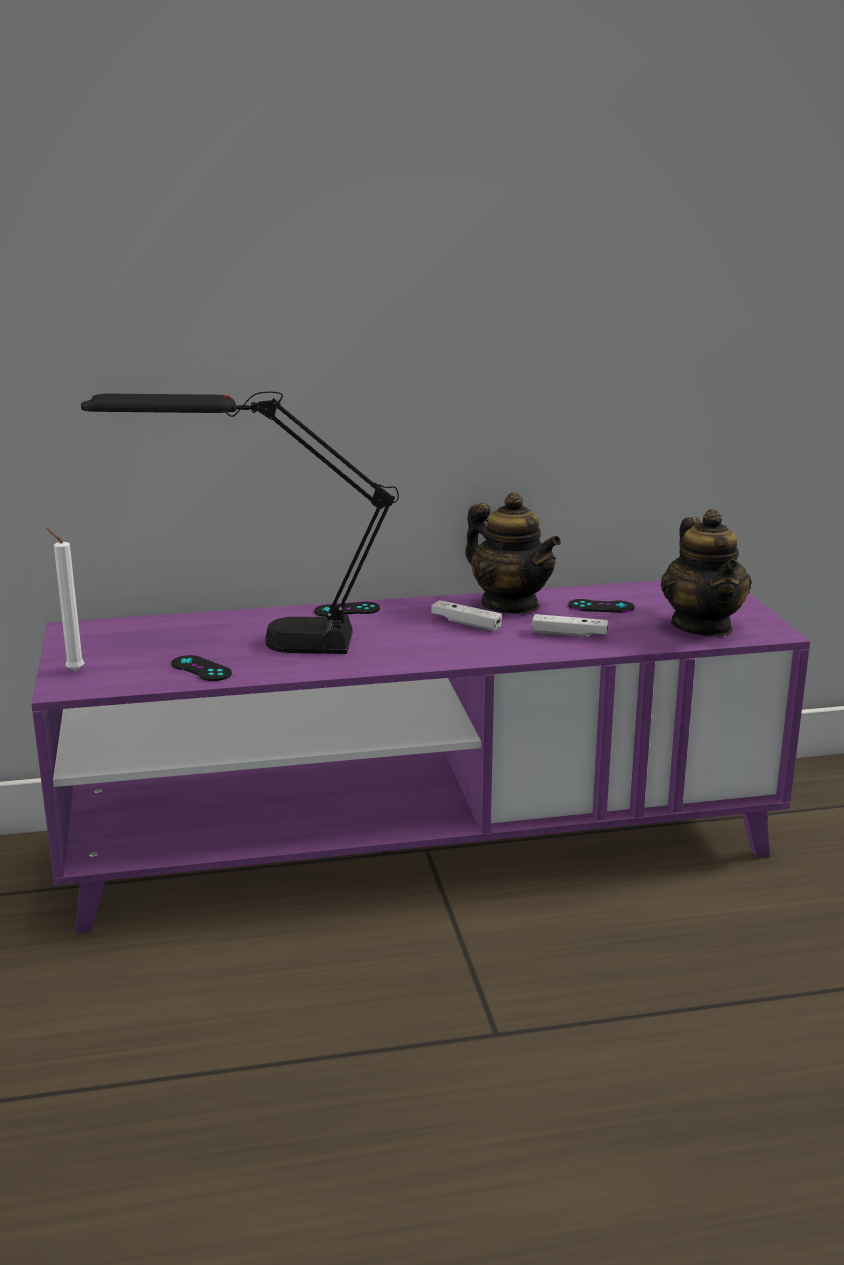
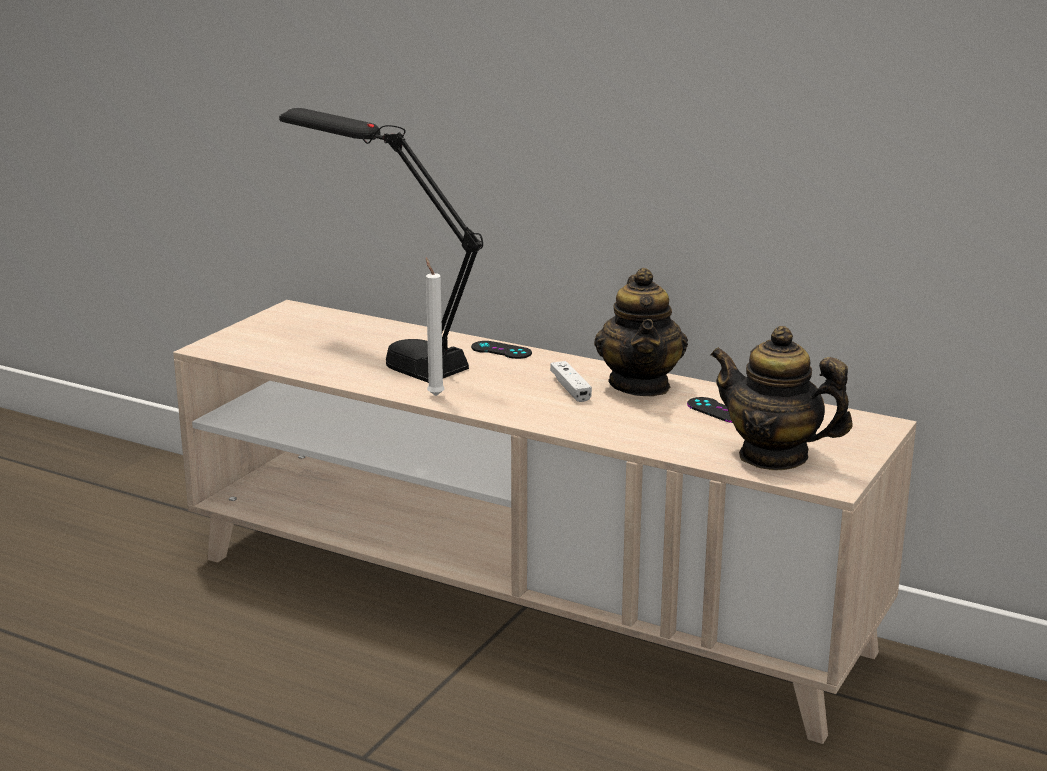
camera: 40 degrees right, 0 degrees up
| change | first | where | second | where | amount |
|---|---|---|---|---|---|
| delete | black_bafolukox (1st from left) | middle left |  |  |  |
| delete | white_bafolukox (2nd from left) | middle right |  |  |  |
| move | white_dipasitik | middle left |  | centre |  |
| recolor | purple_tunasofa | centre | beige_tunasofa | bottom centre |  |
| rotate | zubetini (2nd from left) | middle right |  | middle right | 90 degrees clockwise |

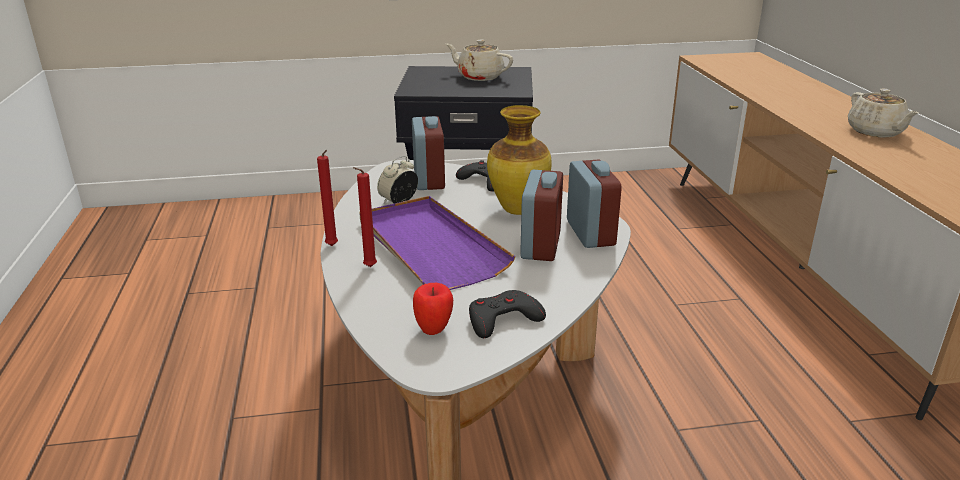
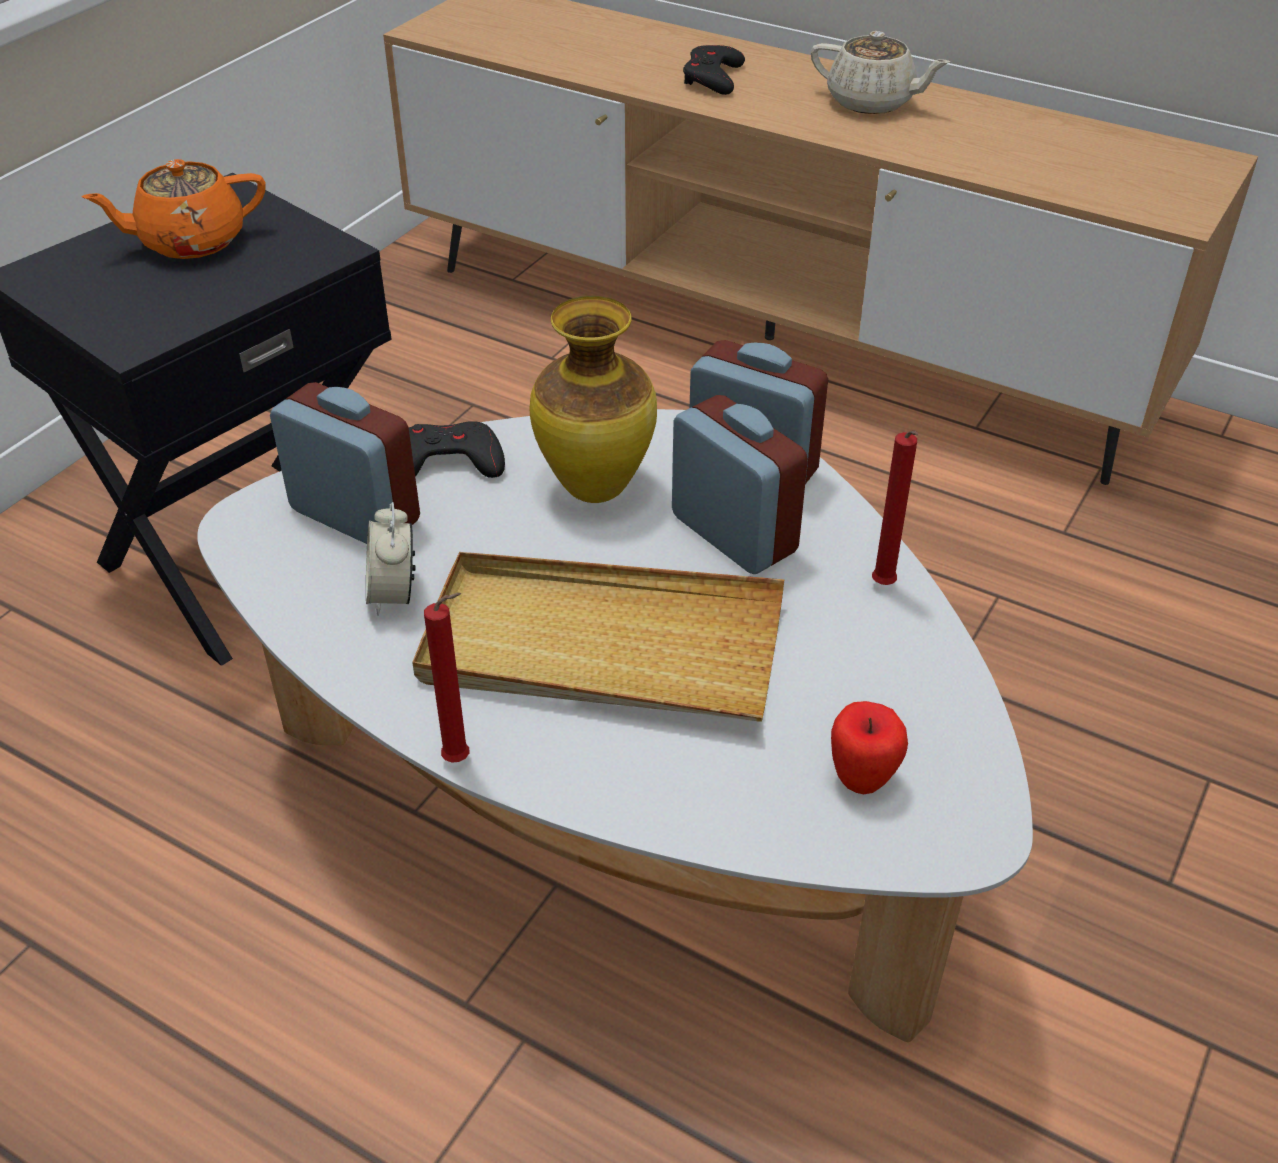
camera: 50 degrees left, 15 degrees up
| change | first | where | second | where | amount |
|---|---|---|---|---|---|
| move | red_dipasitik (2nd from left) | centre |  | middle right |  |
| move | black_bafolukox (2nd from left) | centre |  | top centre |  |
| recolor | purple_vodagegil | centre | beige_vodagegil | centre |  |
| recolor | beige_zubetini (1st from left) | top centre | orange_zubetini | top left |  |

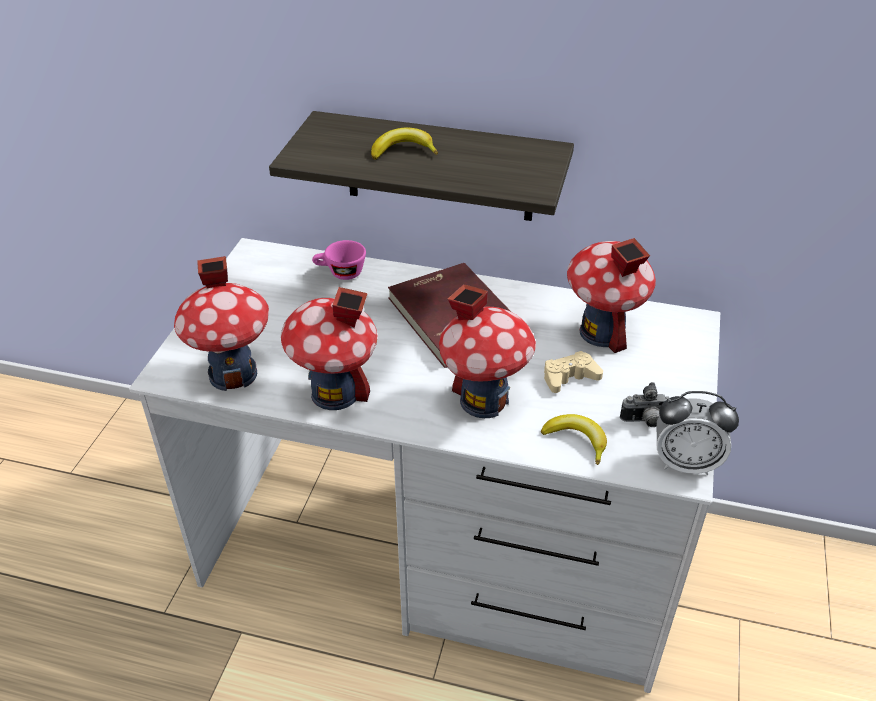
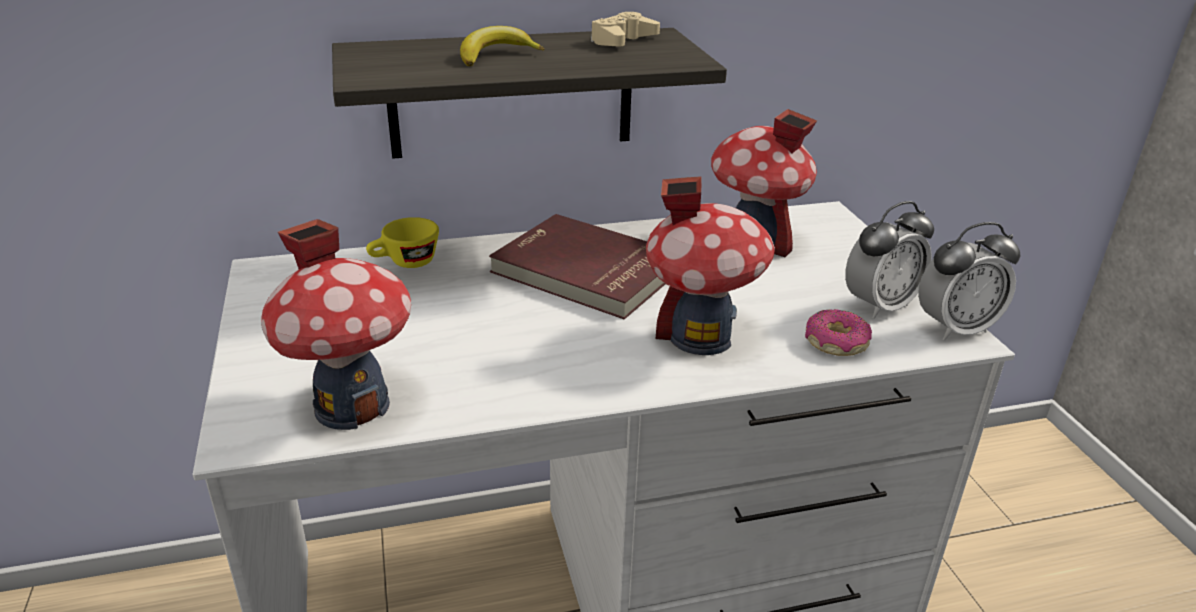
camera: 30 degrees left, 10 degrees down
| change | first | where | second | where | amount |
|---|---|---|---|---|---|
| delete | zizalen (2nd from left) | centre |  |  |  |
| move | beige_bafolukox | centre |  | top centre |  |
| replace | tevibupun (2nd from left) | centre | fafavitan | middle right |  |
| replace | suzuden | middle right | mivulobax (1st from left) | middle right |  |
| recolor | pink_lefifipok | centre | yellow_lefifipok | centre |  |

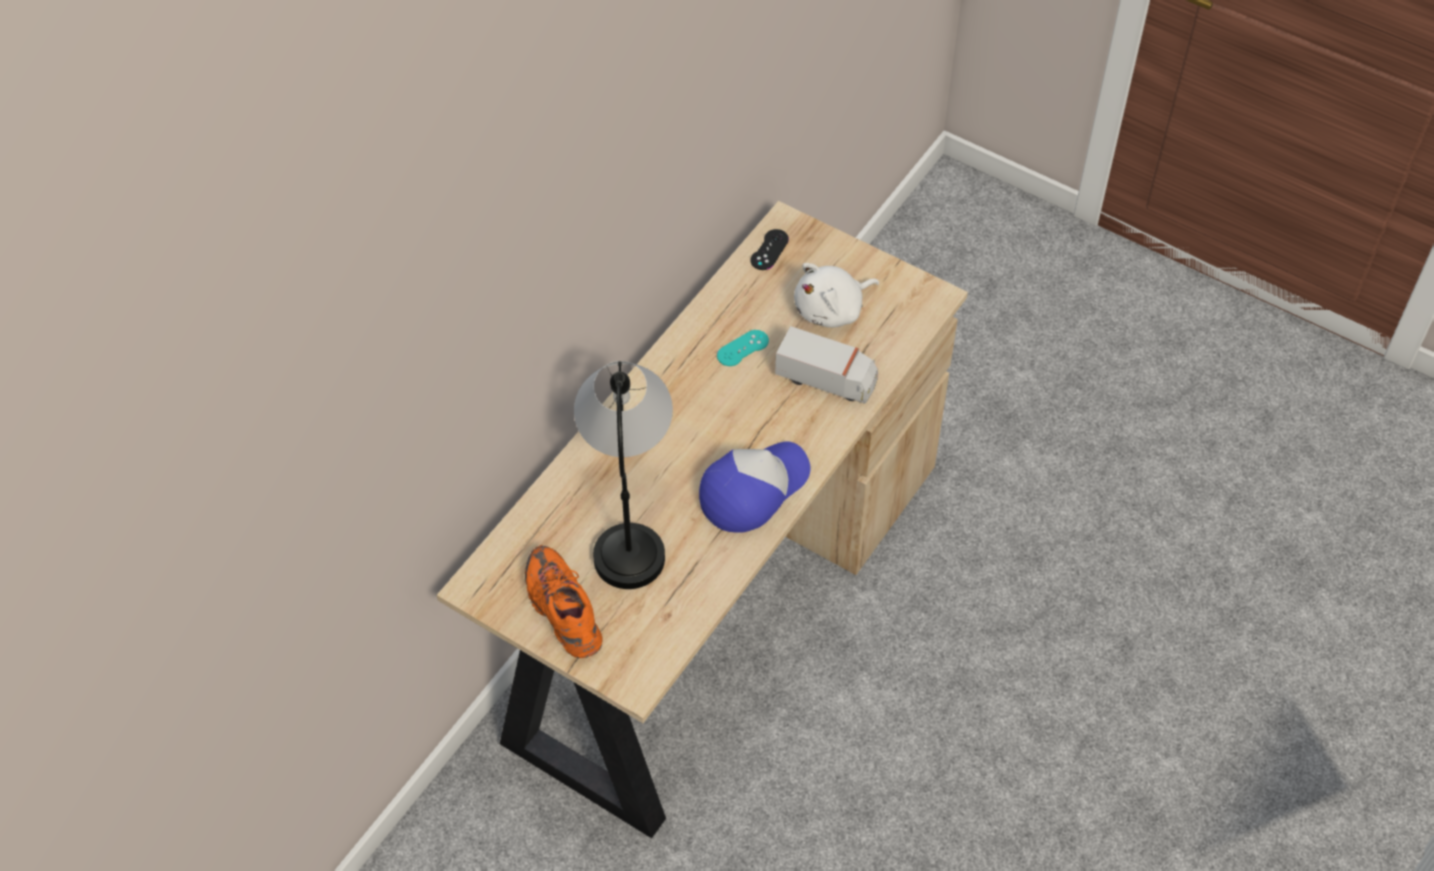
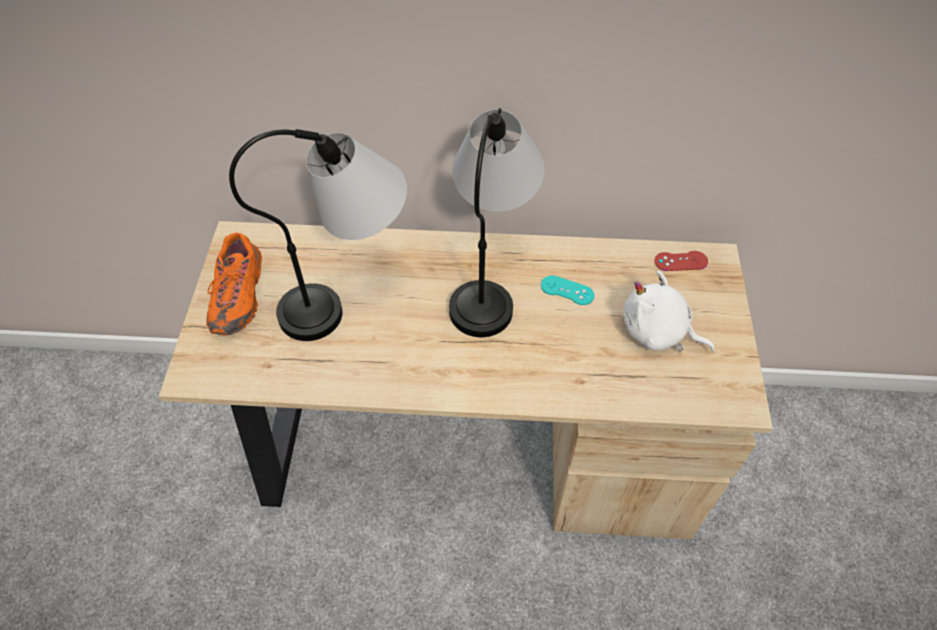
camera: 60 degrees right, 0 degrees up
| change | first | where | second | where | amount |
|---|---|---|---|---|---|
| delete | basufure | centre |  |  |  |
| delete | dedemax | centre |  |  |  |
| insert |  |  | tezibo (2nd from left) | centre |  |
| recolor | black_bafolukox | top centre | red_bafolukox | middle right |  |
| rotate | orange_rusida | bottom centre |  | middle left | 150 degrees clockwise |

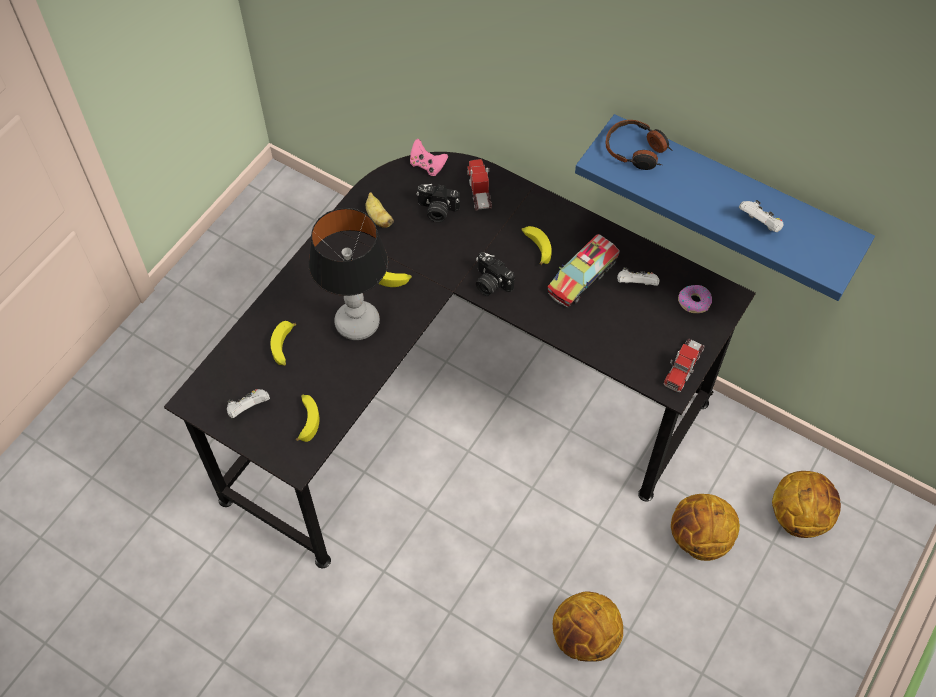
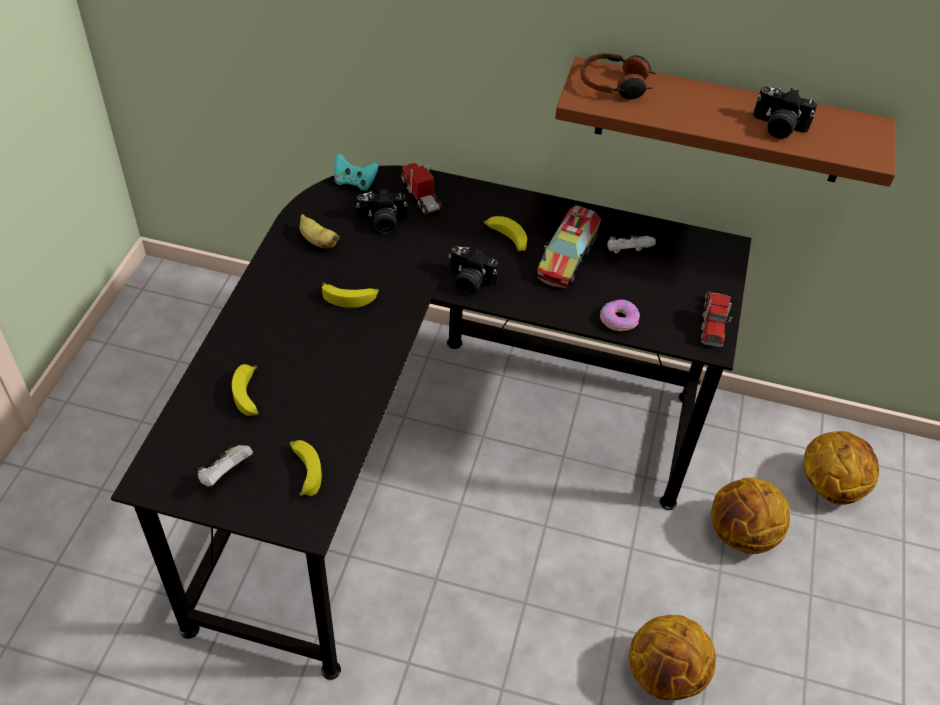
camera: 20 degrees left, 10 degrees down
| change | first | where | second | where | amount |
|---|---|---|---|---|---|
| delete | tezibo | centre |  |  |  |
| move | fafavitan | middle right |  | centre |  |
| replace | white_bafolukox (3rd from left) | top right | suzuden (3rd from left) | top right |  |
| recolor | pink_bafolukox | top centre | turquoise_bafolukox | top centre |  |
| recolor | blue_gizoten | top right | brown_gizoten | top right |  |

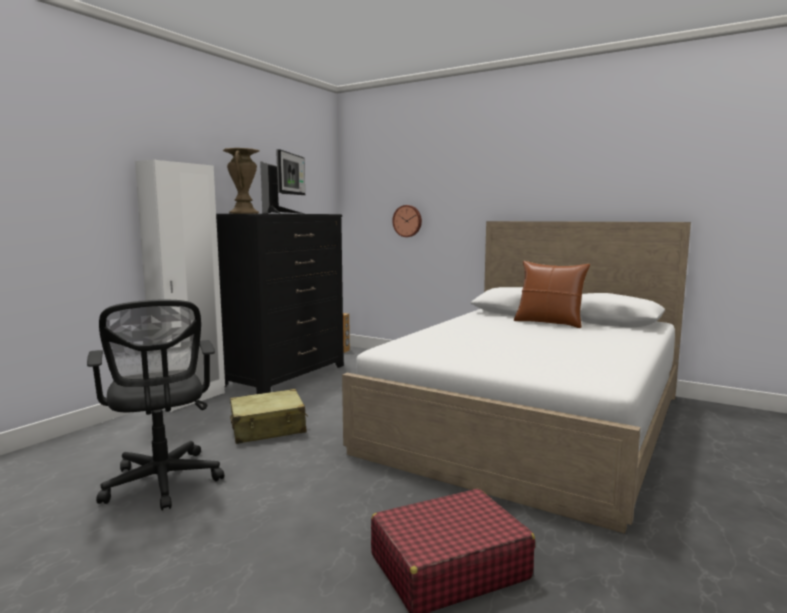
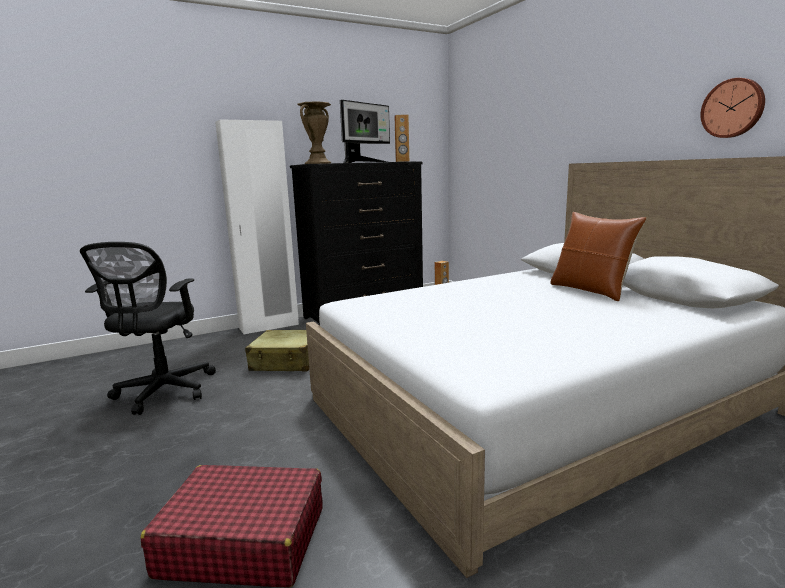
camera: 30 degrees right, 5 degrees up
| change | first | where | second | where | amount |
|---|---|---|---|---|---|
| insert |  |  | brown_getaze (1st from left) | top centre |  |
| move | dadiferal | centre |  | top right |  |

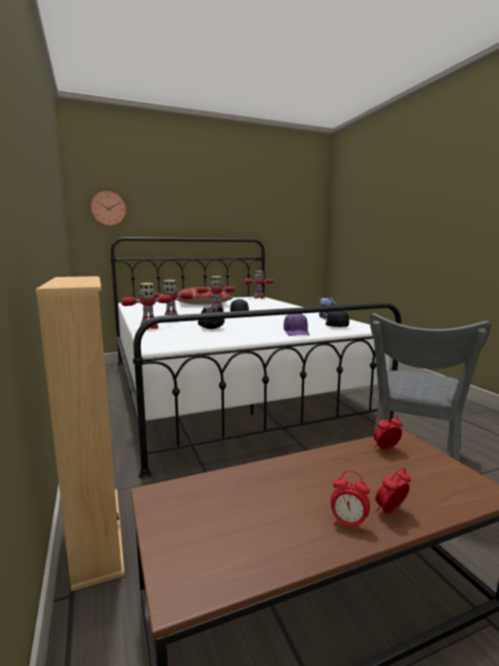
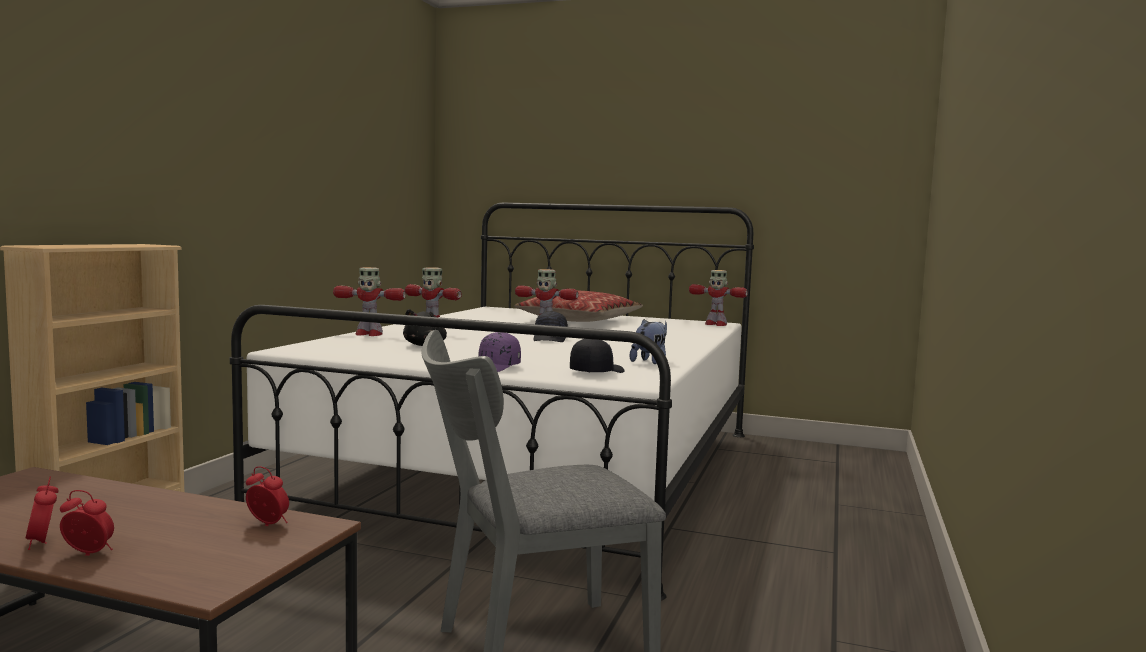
camera: 40 degrees right, 5 degrees down
| change | first | where | second | where | amount |
|---|---|---|---|---|---|
| delete | dadiferal | top left |  |  |  |

